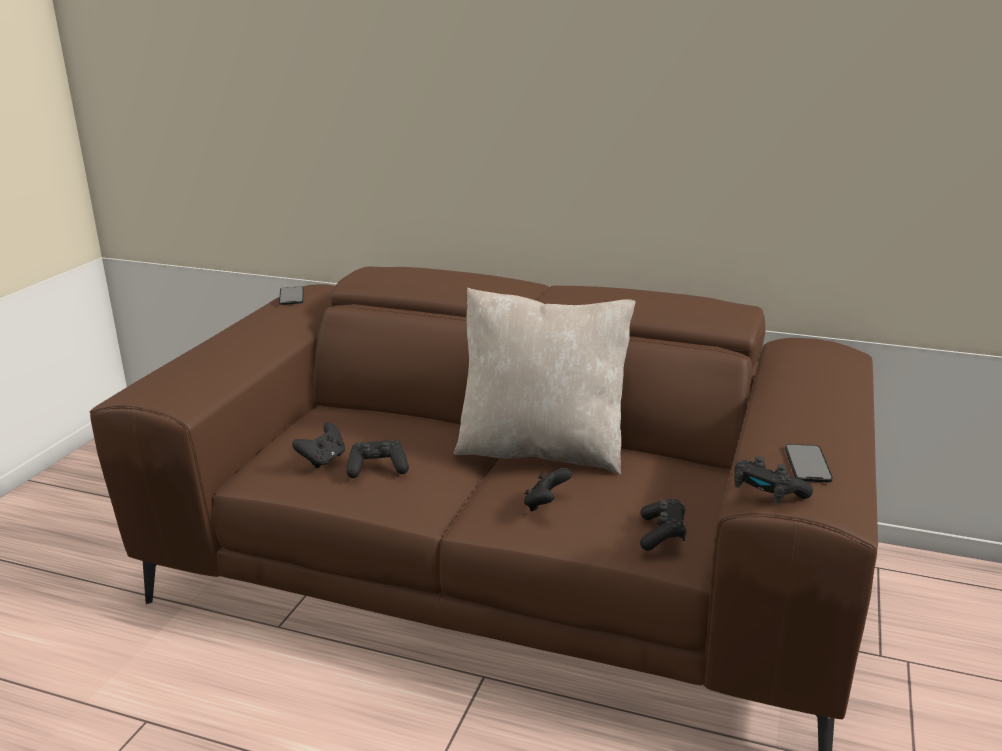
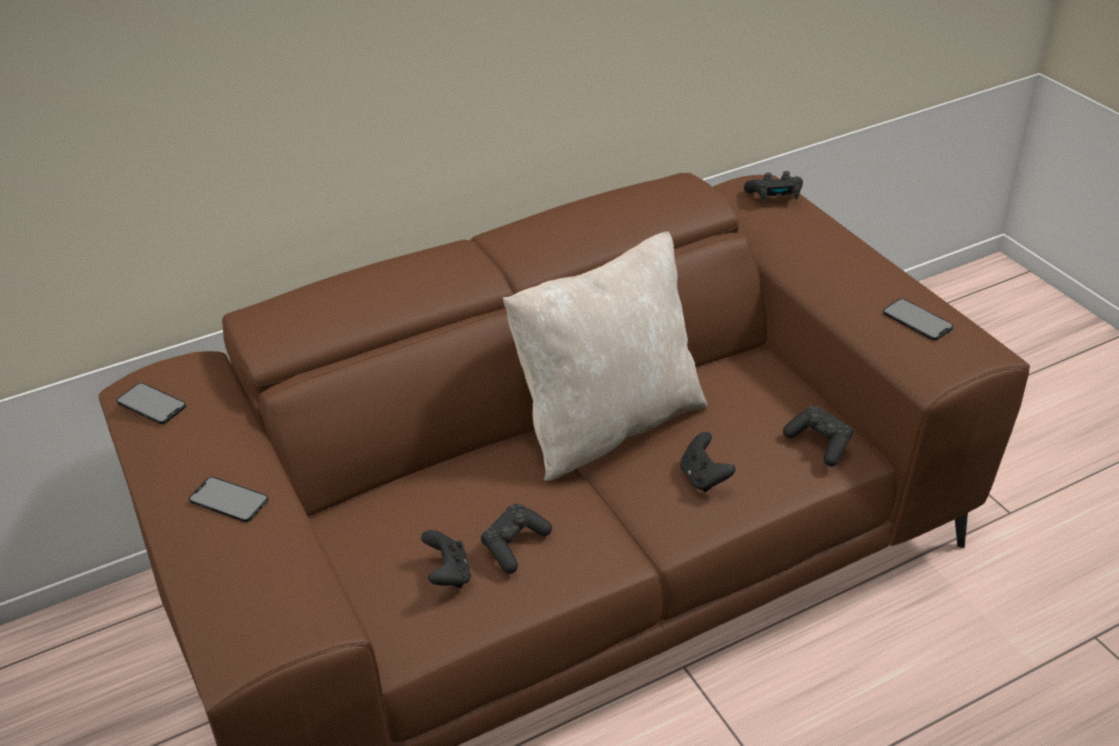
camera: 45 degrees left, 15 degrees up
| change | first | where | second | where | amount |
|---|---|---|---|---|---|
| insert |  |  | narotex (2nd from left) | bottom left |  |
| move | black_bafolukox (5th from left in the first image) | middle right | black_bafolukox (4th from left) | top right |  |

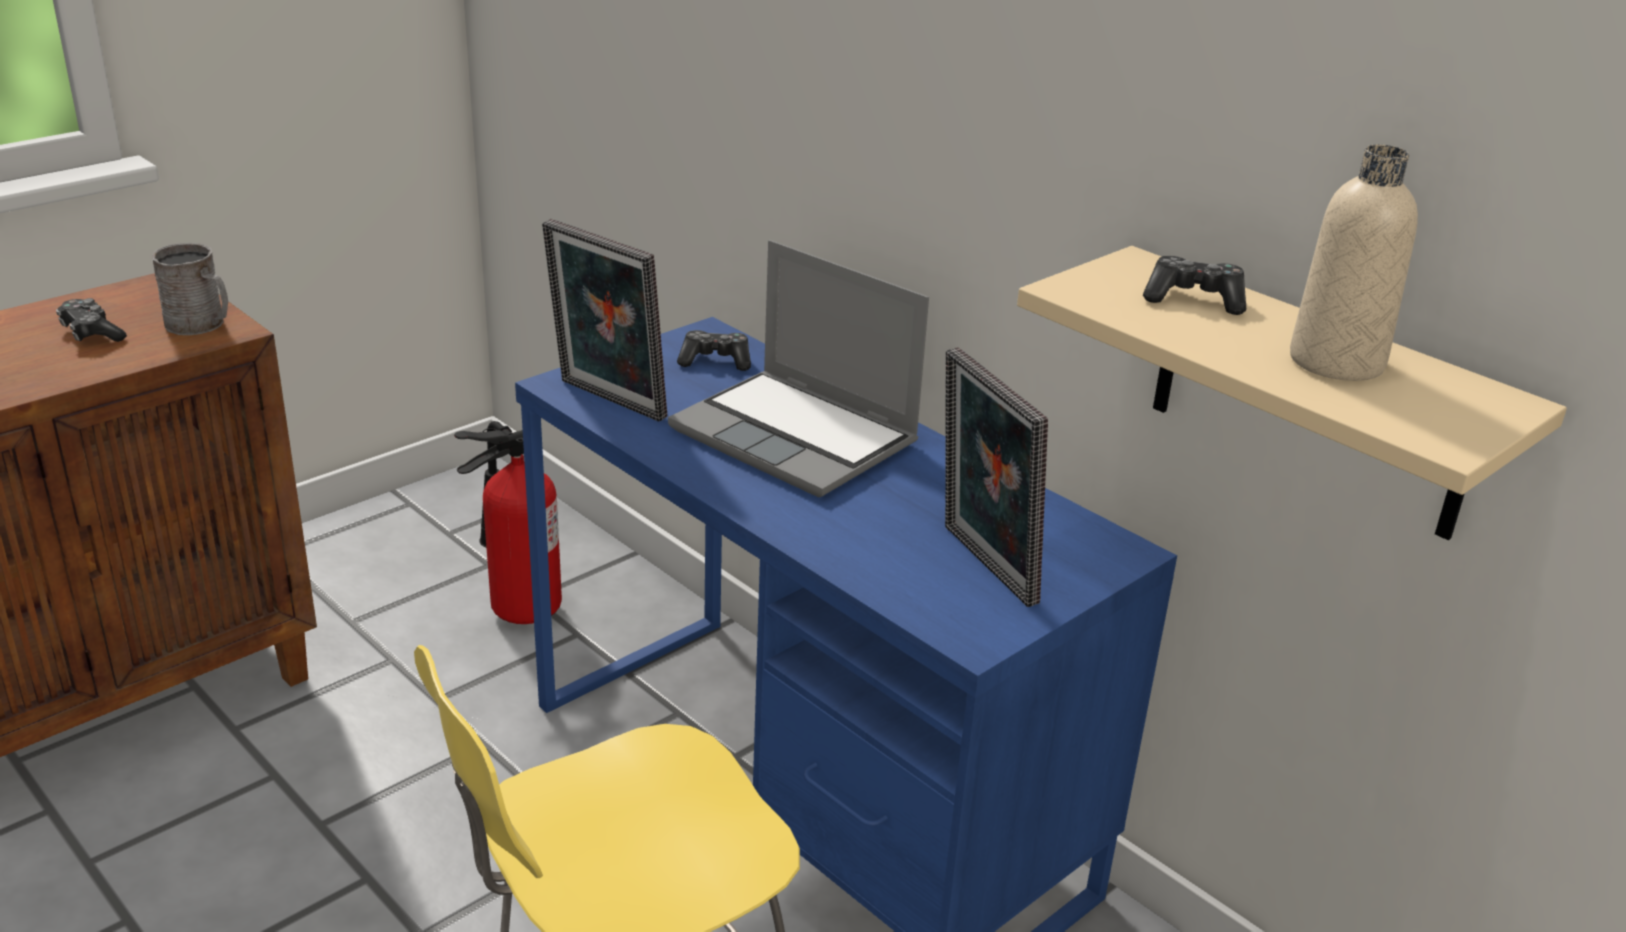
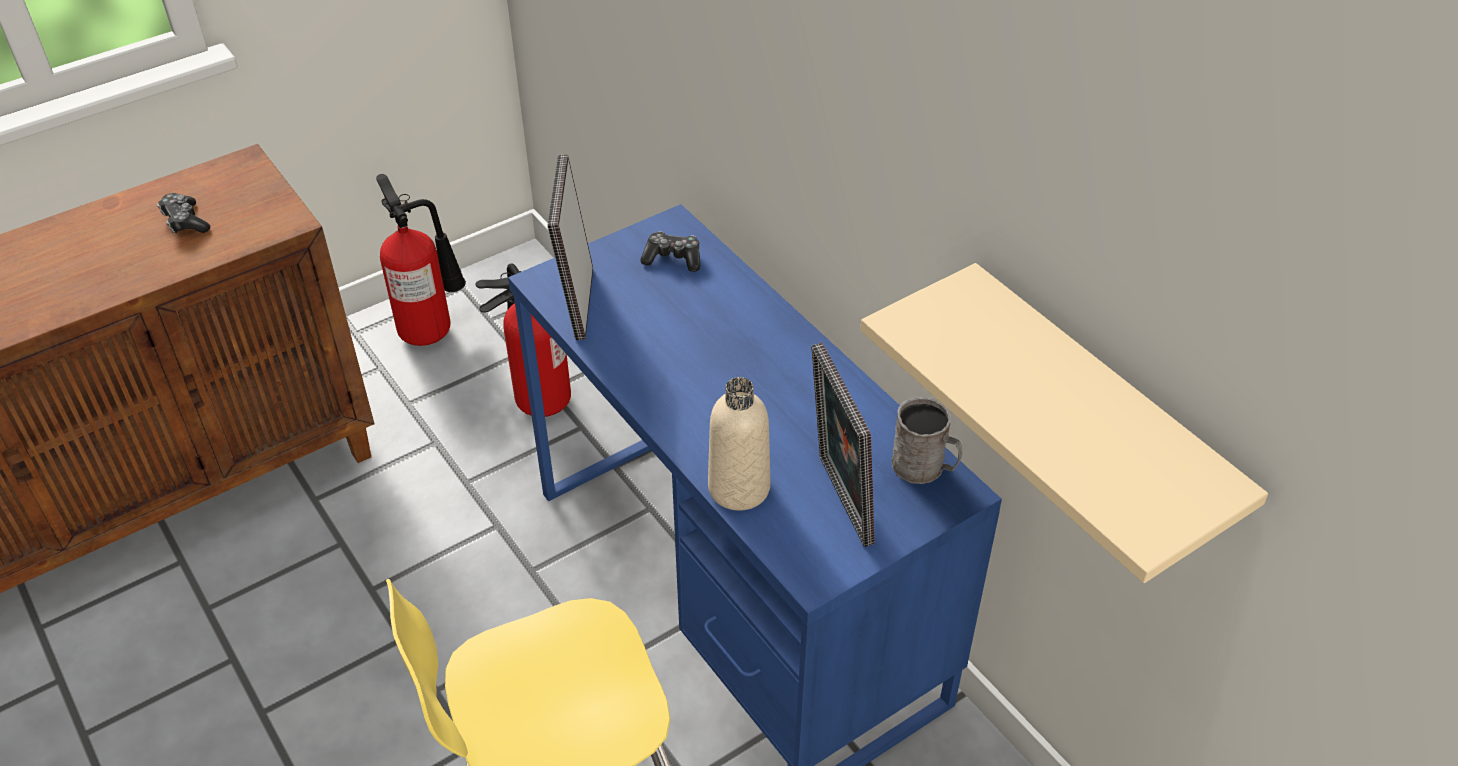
camera: 10 degrees right, 15 degrees up
| change | first | where | second | where | amount |
|---|---|---|---|---|---|
| delete | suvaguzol | centre |  |  |  |
| delete | bafolukox (3rd from left) | top right |  |  |  |
| insert |  |  | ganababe (1st from left) | middle left |  |
| move | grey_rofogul | top left |  | centre |  |
| move | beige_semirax | top right |  | centre |  |
| rotate | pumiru (1st from left) | centre |  | top centre | 45 degrees clockwise |

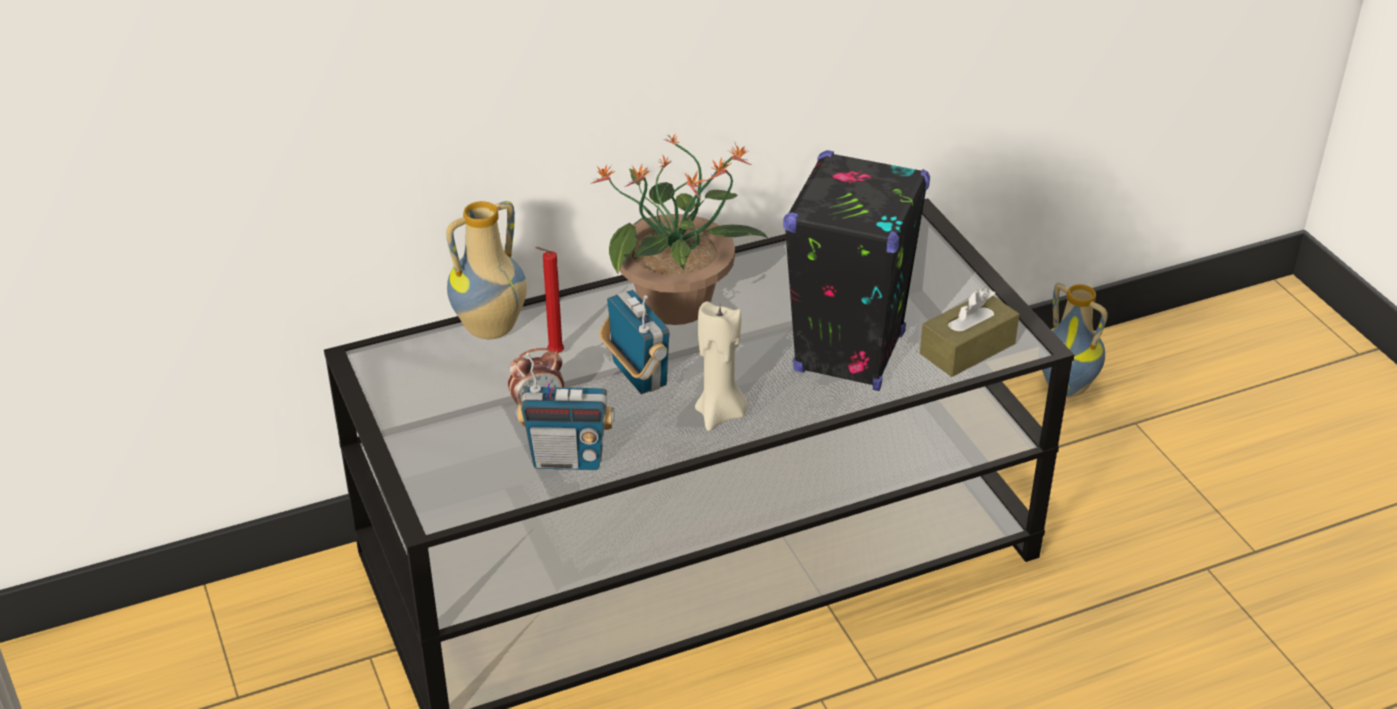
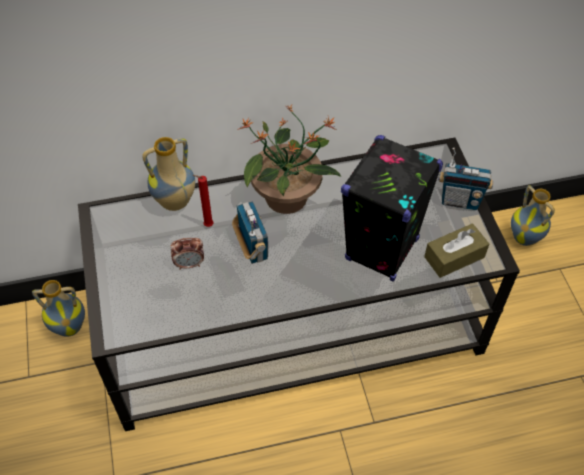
camera: 10 degrees right, 15 degrees up
| change | first | where | second | where | amount |
|---|---|---|---|---|---|
| delete | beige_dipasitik | centre |  |  |  |
| insert |  |  | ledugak (1st from left) | middle left |  |
| move | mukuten (1st from left in the first image) | centre | mukuten (2nd from left) | middle right |  |

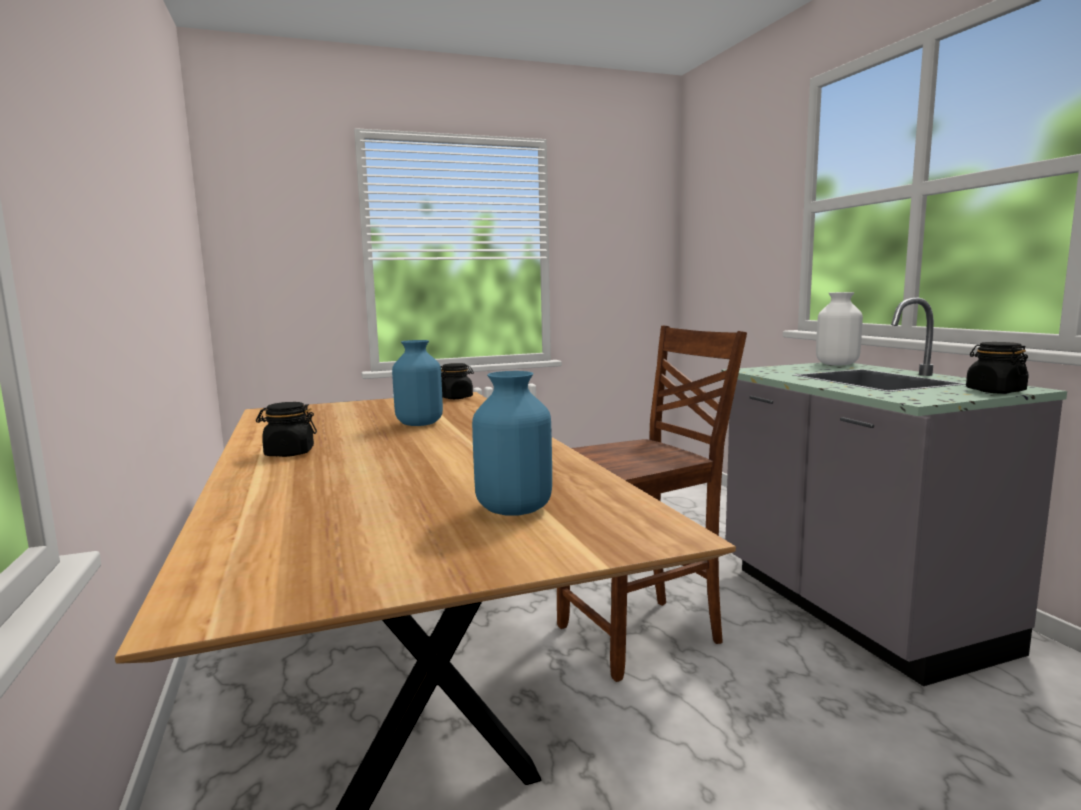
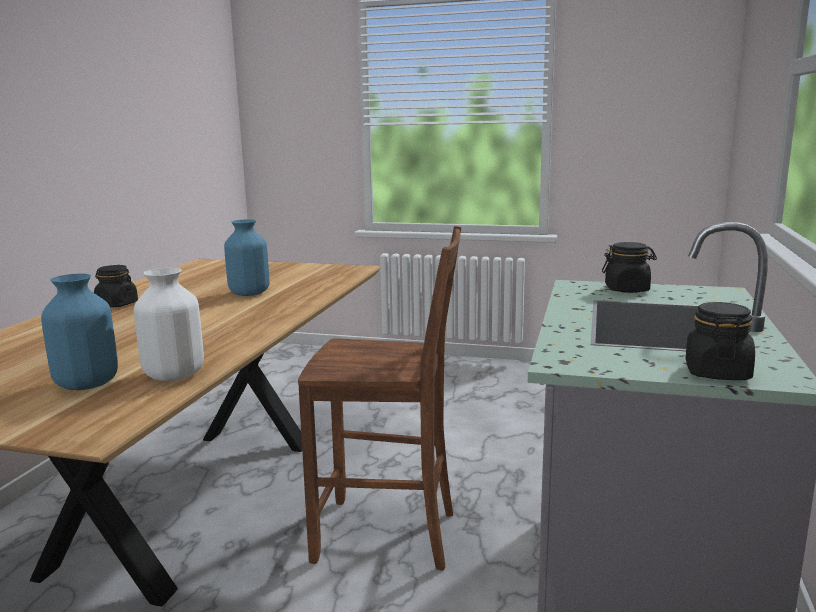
camera: 35 degrees right, 5 degrees up
| change | first | where | second | where | amount |
|---|---|---|---|---|---|
| move | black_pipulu (2nd from left) | centre |  | middle right |  |
| move | white_ledugak | middle right |  | middle left |  |

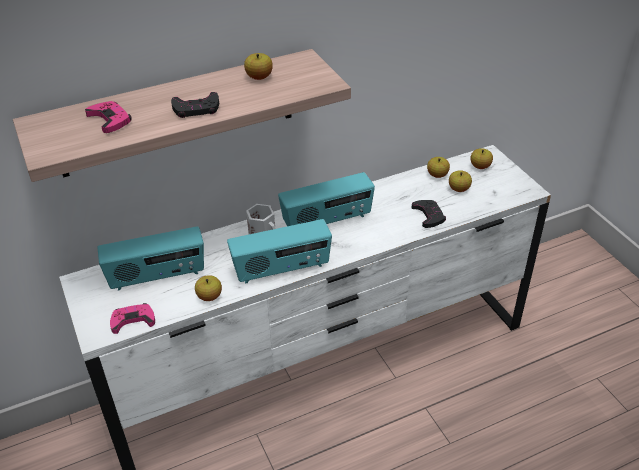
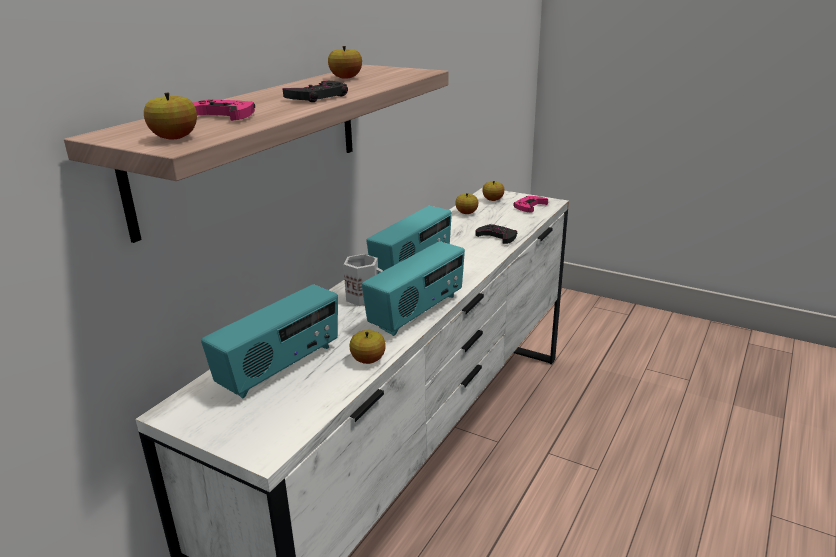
camera: 35 degrees left, 15 degrees down
| change | first | where | second | where | amount |
|---|---|---|---|---|---|
| move | pink_bafolukox (2nd from left) | bottom left |  | centre |  |
| move | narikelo (4th from left in the first image) | middle right | narikelo (1st from left) | top left |  |

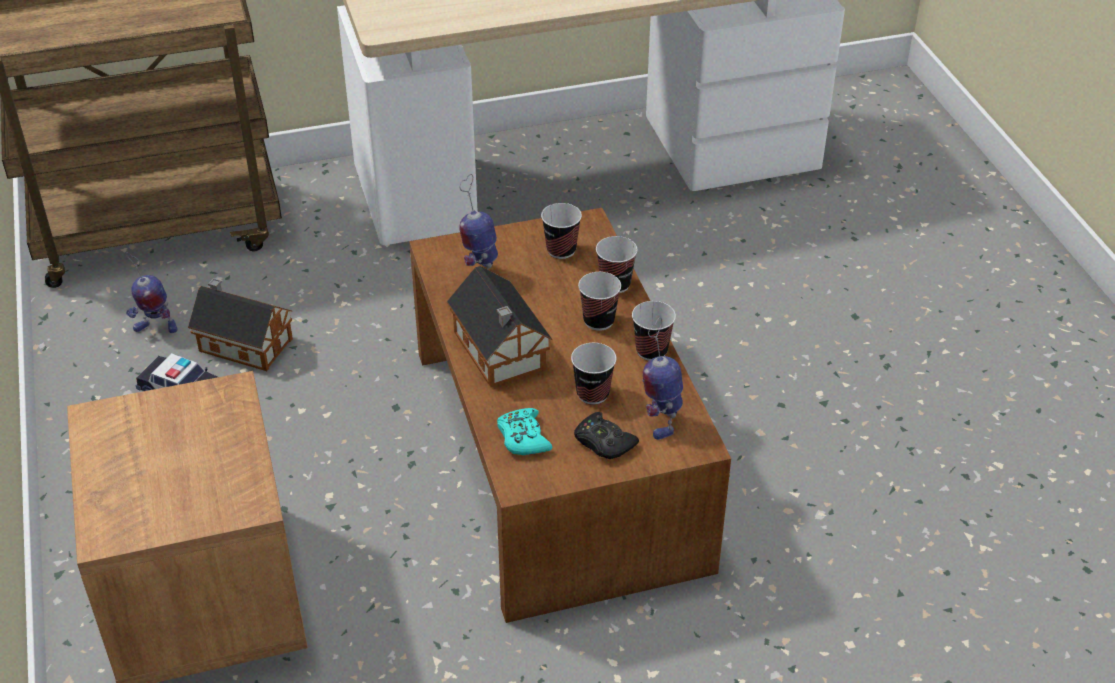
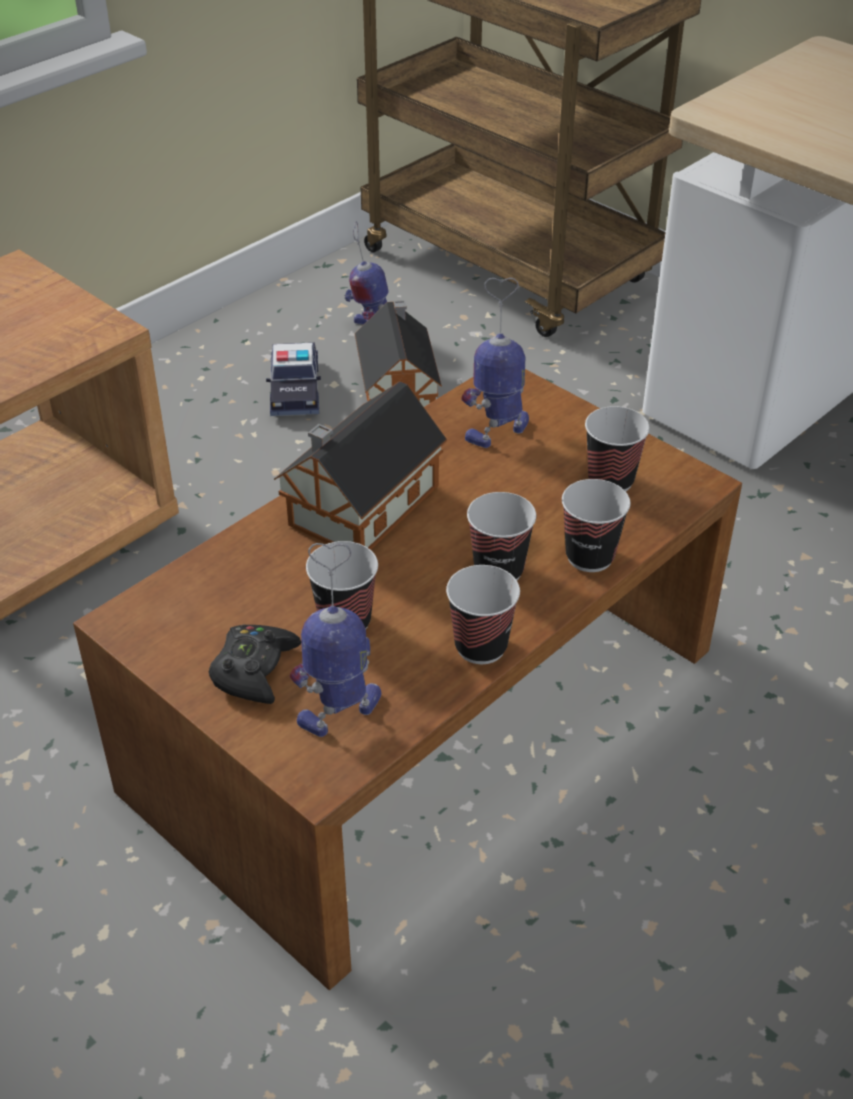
camera: 60 degrees right, 0 degrees up
| change | first | where | second | where | amount |
|---|---|---|---|---|---|
| delete | turquoise_bafolukox | centre |  |  |  |

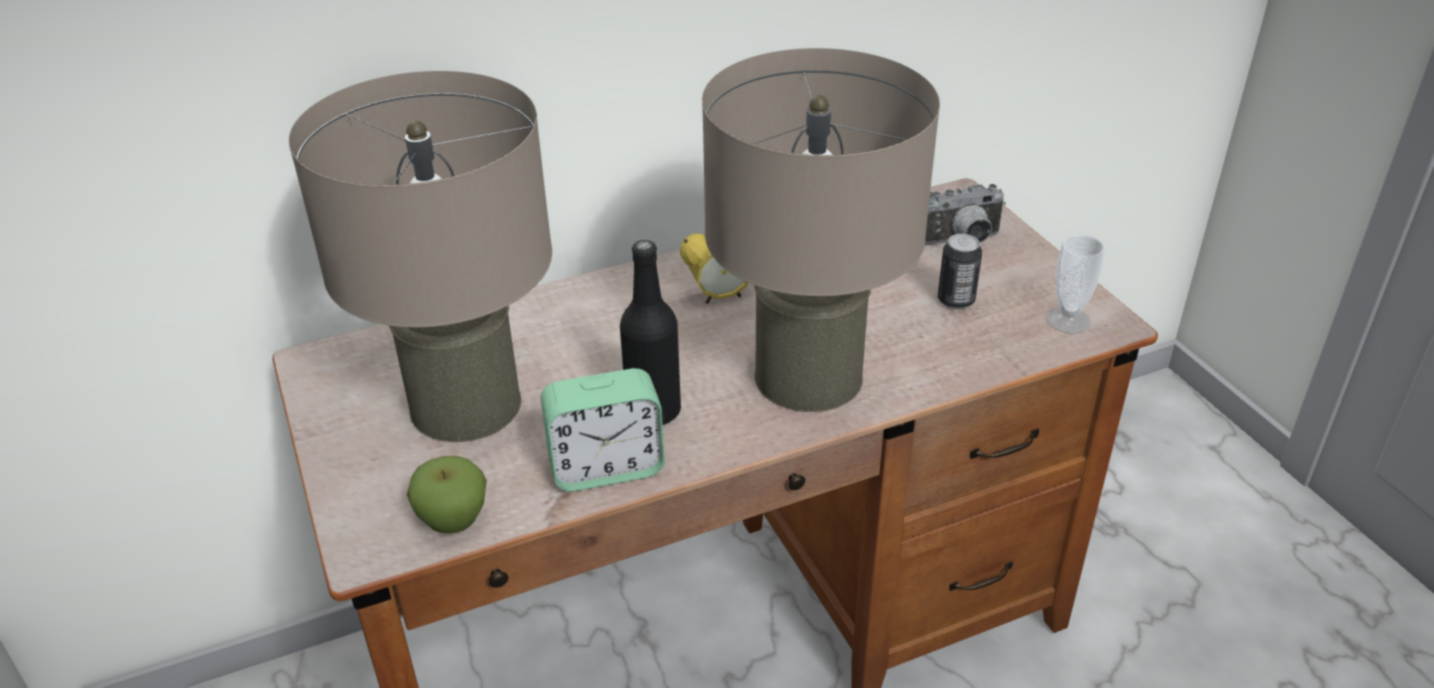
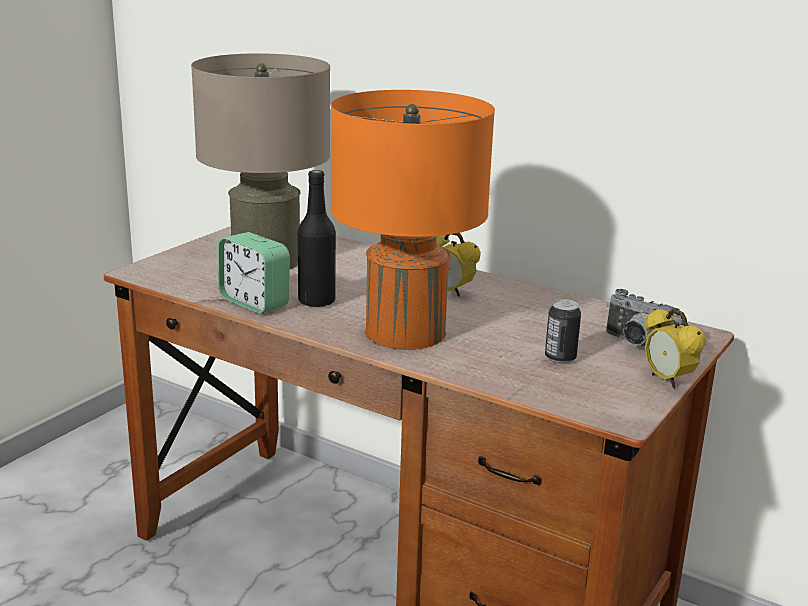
camera: 55 degrees right, 15 degrees down
| change | first | where | second | where | amount |
|---|---|---|---|---|---|
| delete | narikelo | bottom left |  |  |  |
| delete | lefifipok | middle right |  |  |  |
| insert |  |  | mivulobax (3rd from left) | middle right |  |
| recolor | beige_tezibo (2nd from left) | centre | orange_tezibo | centre |  |

